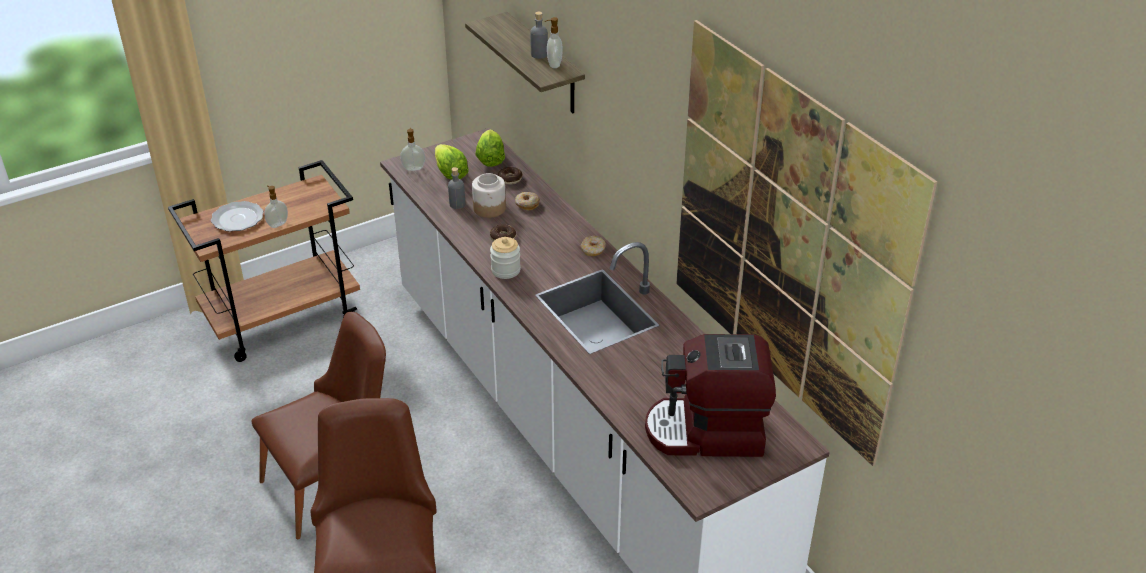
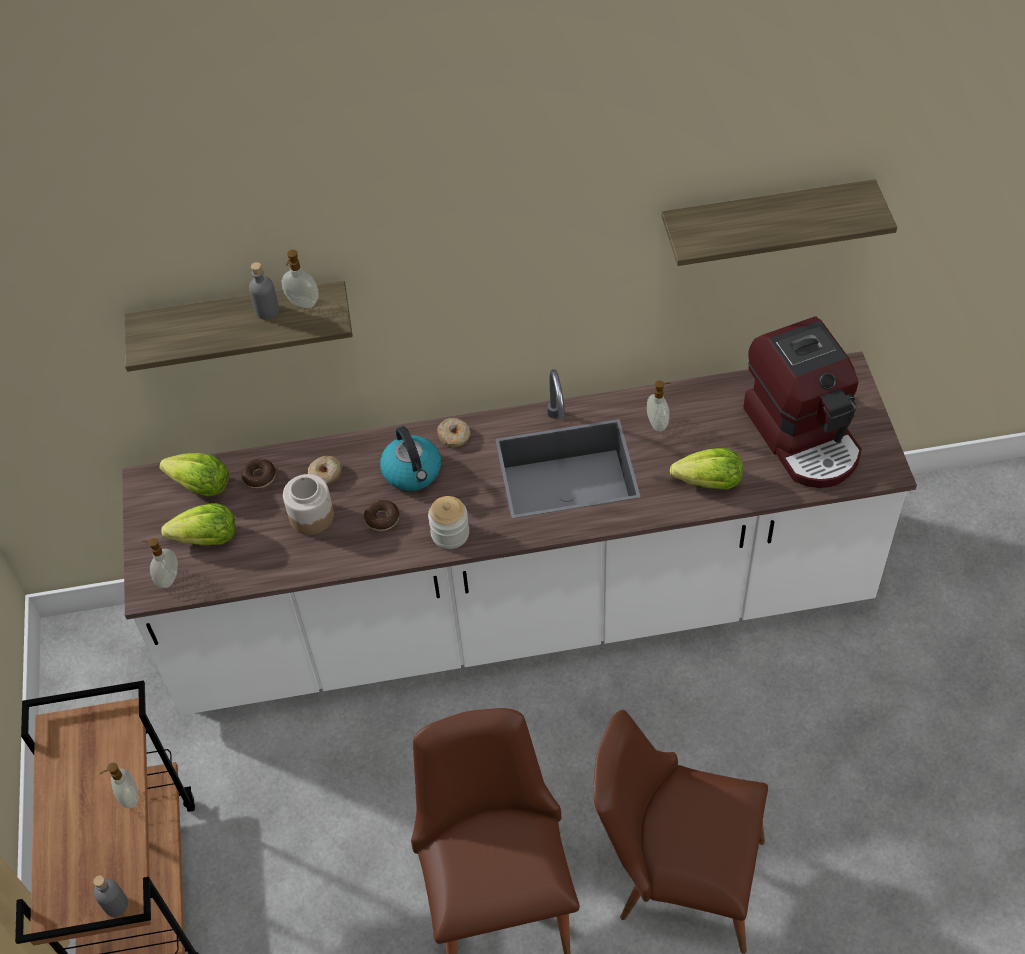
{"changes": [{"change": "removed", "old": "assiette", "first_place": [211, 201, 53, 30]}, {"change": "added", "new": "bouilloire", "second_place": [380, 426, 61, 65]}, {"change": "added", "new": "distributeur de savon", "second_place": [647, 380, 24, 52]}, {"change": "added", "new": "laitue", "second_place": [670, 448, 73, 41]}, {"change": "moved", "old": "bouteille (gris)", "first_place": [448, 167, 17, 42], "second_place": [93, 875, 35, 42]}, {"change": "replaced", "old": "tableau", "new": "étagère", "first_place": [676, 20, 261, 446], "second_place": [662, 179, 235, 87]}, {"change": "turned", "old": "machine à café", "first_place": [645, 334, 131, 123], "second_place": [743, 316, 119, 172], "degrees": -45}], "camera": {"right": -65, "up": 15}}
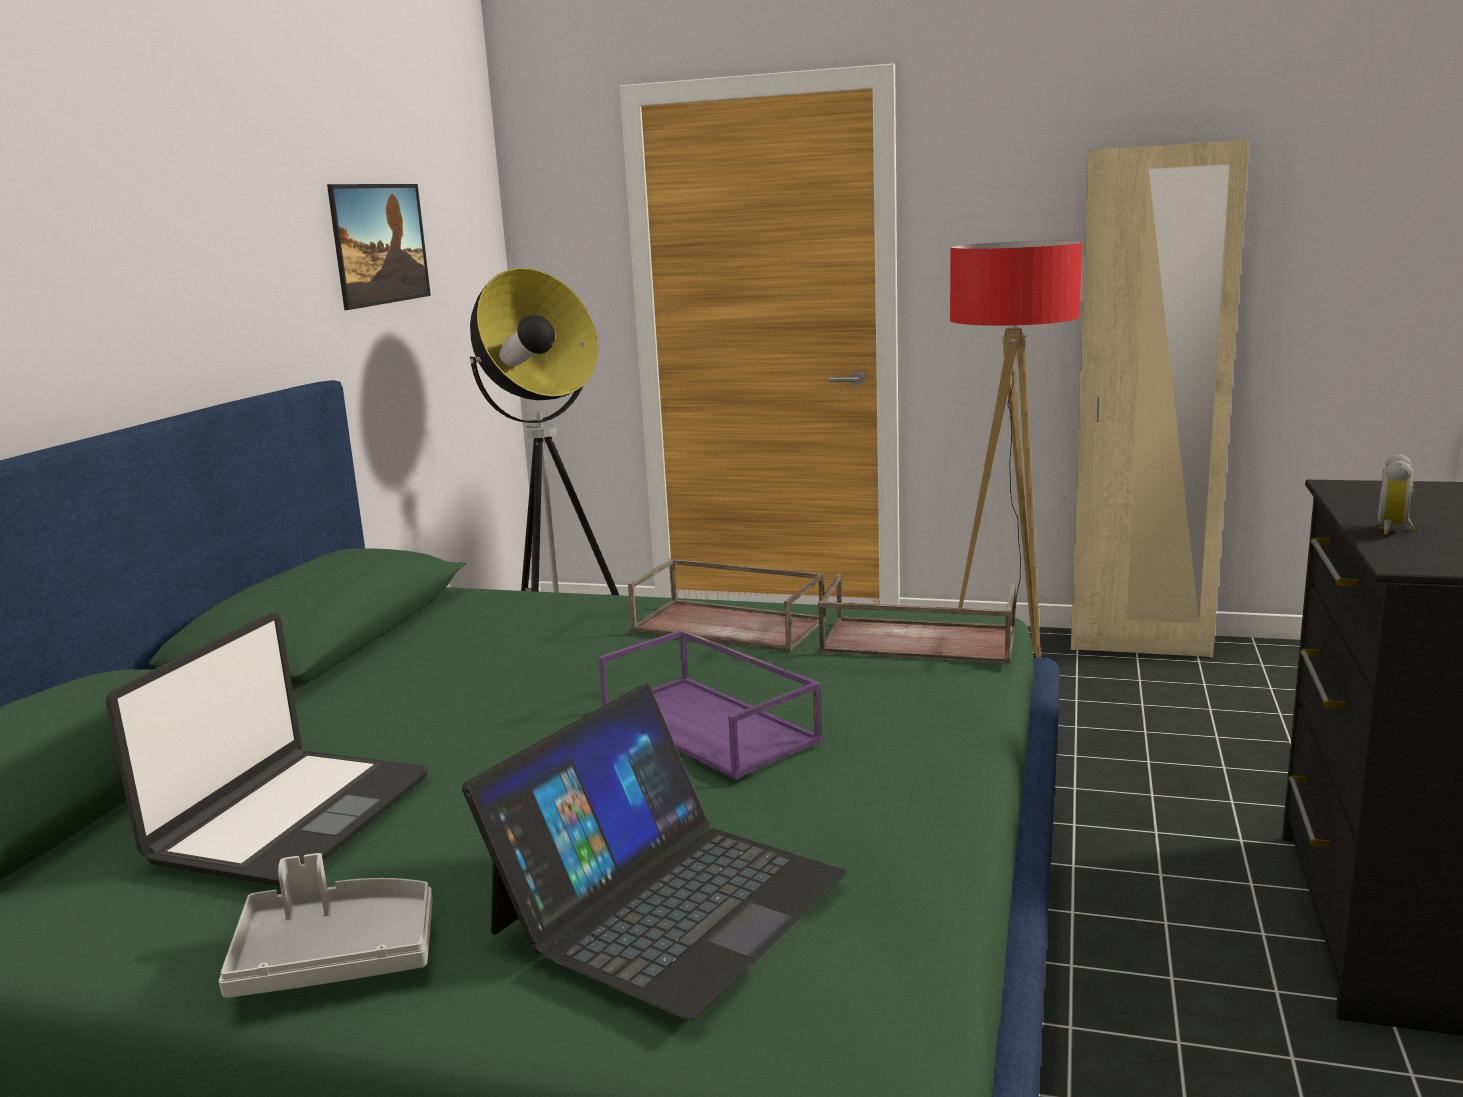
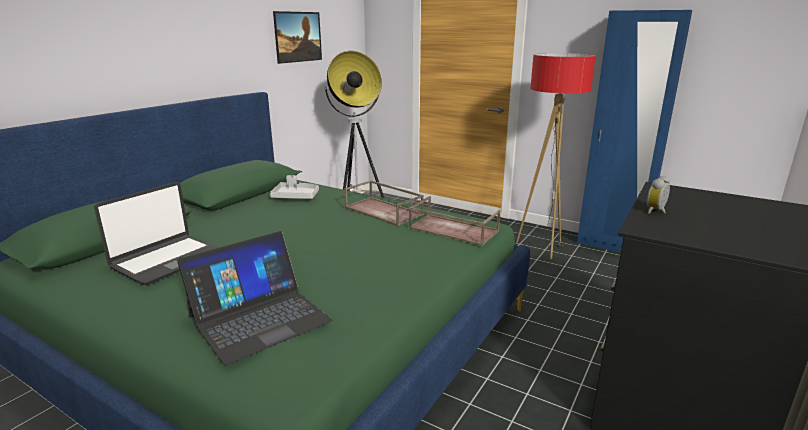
{"changes": [{"change": "removed", "old": "plateau (violet)", "first_place": [598, 629, 225, 151]}, {"change": "moved", "old": "plateau (gris)", "first_place": [219, 853, 214, 145], "second_place": [270, 175, 49, 24]}, {"change": "recoloured", "old": "armoire (beige)", "new": "armoire (bleu)", "first_place": [1071, 140, 179, 518], "second_place": [577, 10, 115, 243]}], "camera": {"right": 15, "up": 5}}
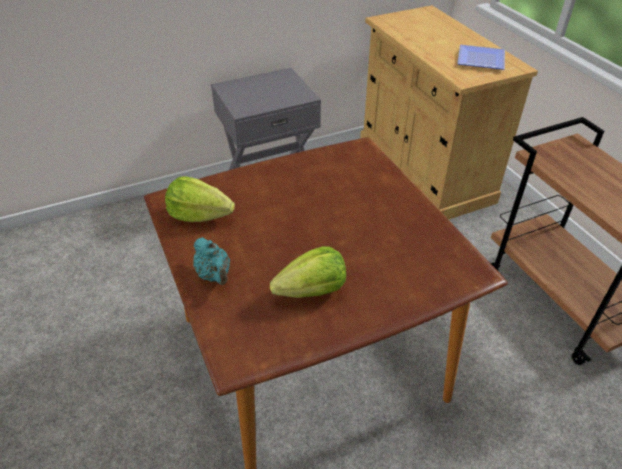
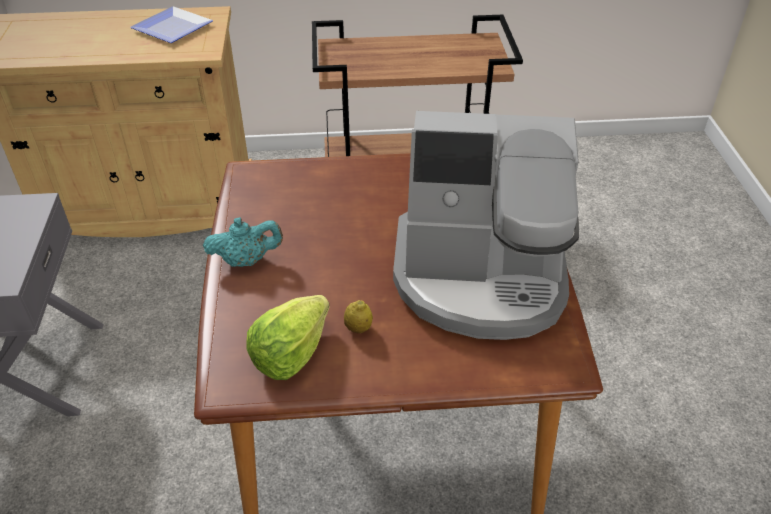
{"changes": [{"change": "added", "new": "citron", "second_place": [344, 300, 29, 33]}, {"change": "moved", "old": "théière (turquoise)", "first_place": [193, 237, 37, 48], "second_place": [203, 217, 80, 50]}, {"change": "replaced", "old": "laitue", "new": "machine à café", "first_place": [270, 246, 76, 52], "second_place": [393, 111, 186, 229]}], "camera": {"right": -70, "up": 0}}
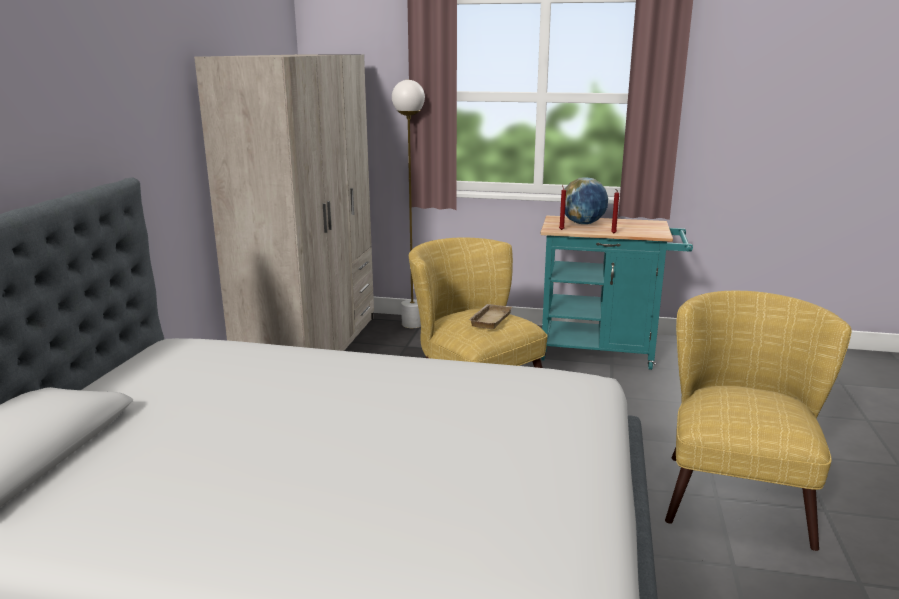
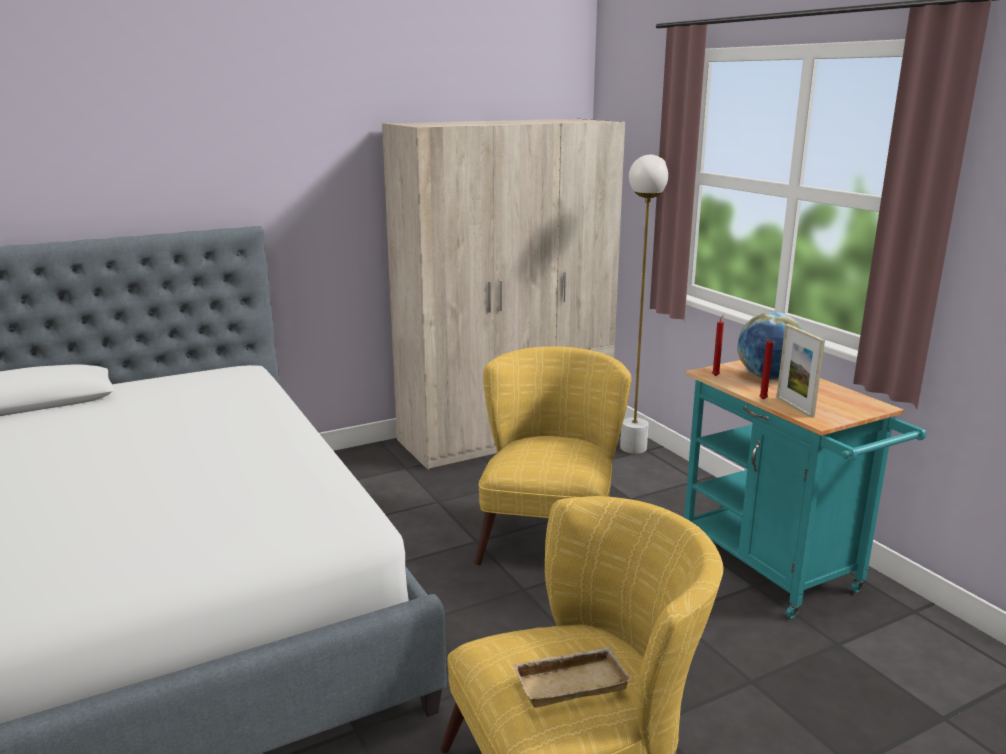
{"changes": [{"change": "added", "new": "cadre photo", "second_place": [776, 324, 49, 94]}, {"change": "moved", "old": "plateau (beige)", "first_place": [469, 304, 43, 25], "second_place": [512, 647, 120, 61]}], "camera": {"right": 50, "up": 0}}
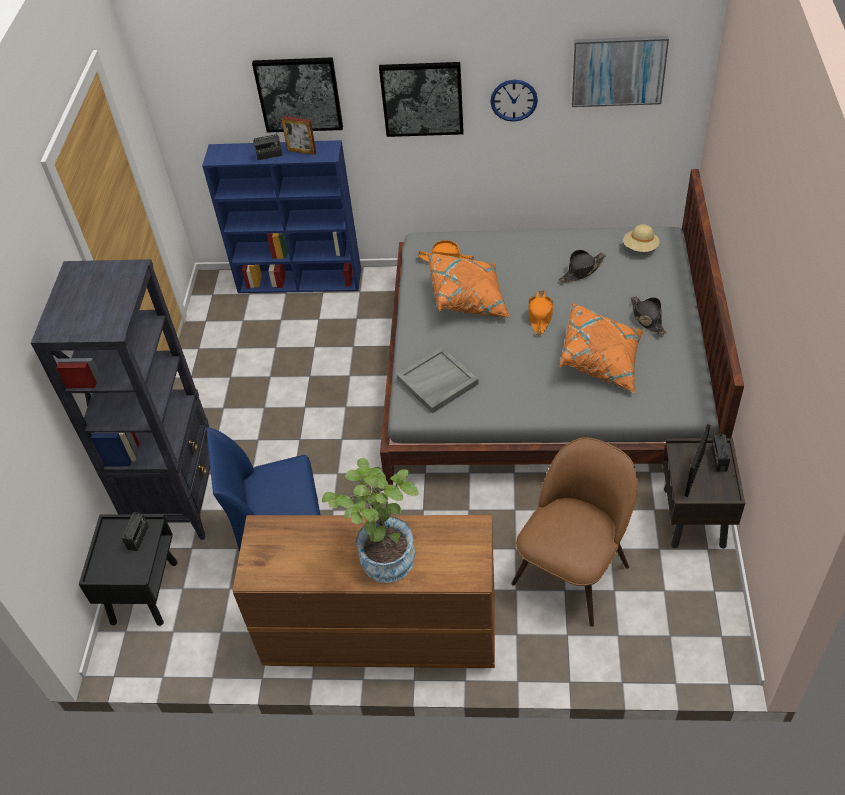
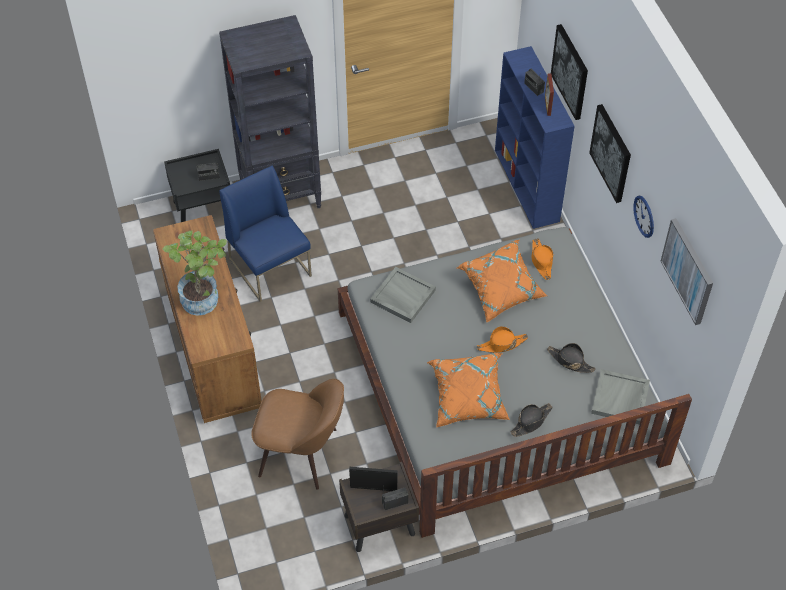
{"changes": [{"change": "replaced", "old": "chapeau (beige)", "new": "plateau (gris)", "first_place": [623, 224, 37, 28], "second_place": [591, 369, 59, 56]}], "camera": {"right": 65, "up": 5}}
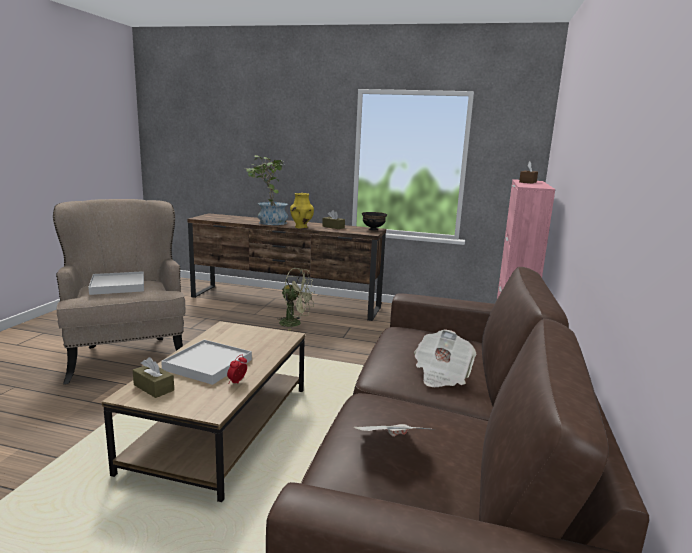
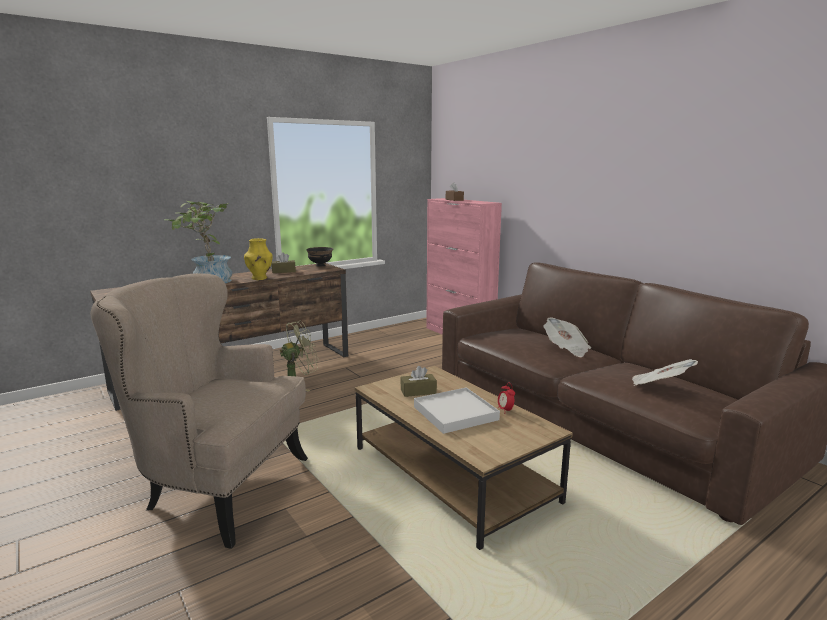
{"changes": [{"change": "removed", "old": "plateau (blanc)", "first_place": [88, 271, 56, 24]}, {"change": "moved", "old": "boîte à mouchoirs (marron)", "first_place": [133, 357, 41, 41], "second_place": [401, 366, 36, 31]}], "camera": {"right": -50, "up": 0}}
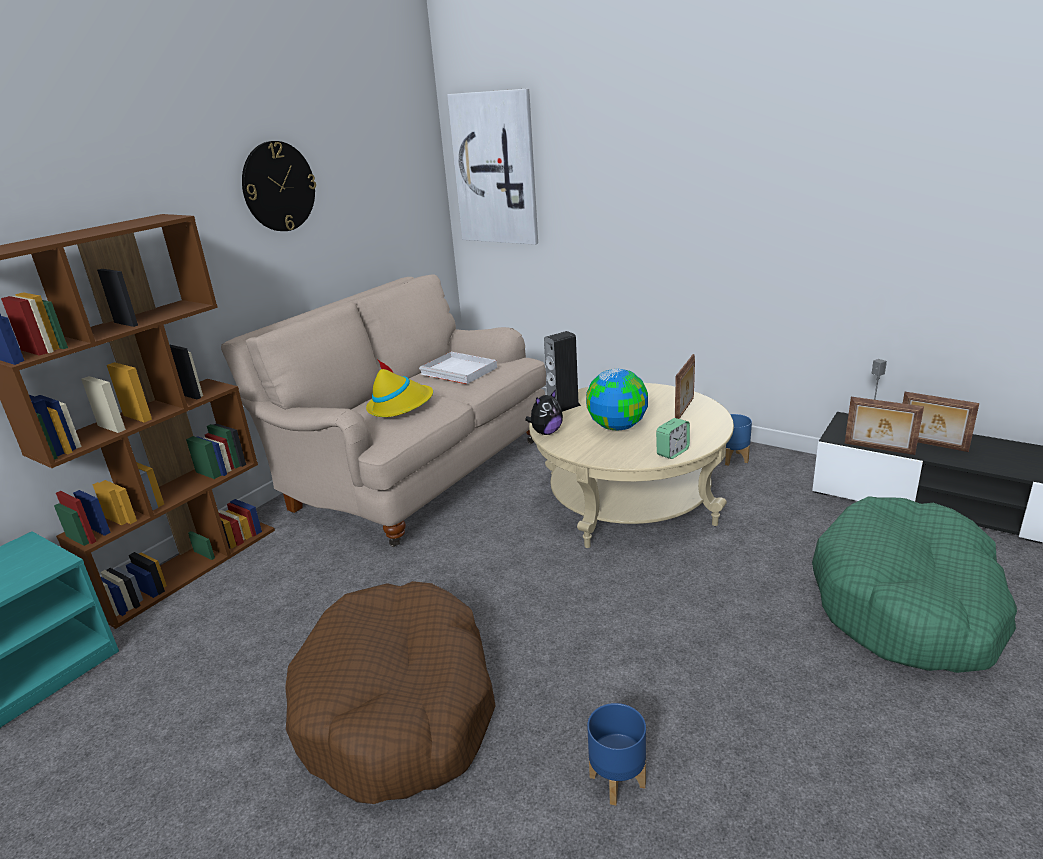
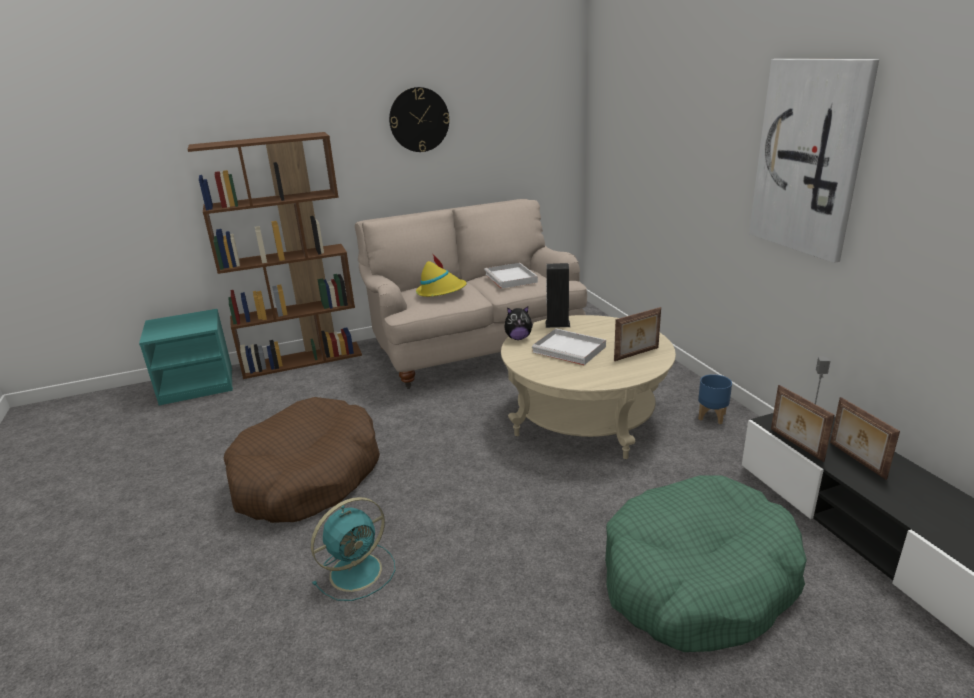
{"changes": [{"change": "removed", "old": "réveil", "first_place": [656, 418, 34, 41]}, {"change": "moved", "old": "tableau", "first_place": [447, 88, 91, 157], "second_place": [749, 59, 130, 204]}, {"change": "replaced", "old": "globe", "new": "plateau (blanc)", "first_place": [586, 369, 62, 61], "second_place": [532, 329, 74, 36]}, {"change": "replaced", "old": "cache-pot (bleu)", "new": "ventilateur (turquoise)", "first_place": [587, 703, 59, 103], "second_place": [311, 497, 84, 104]}], "camera": {"right": 35, "up": 0}}
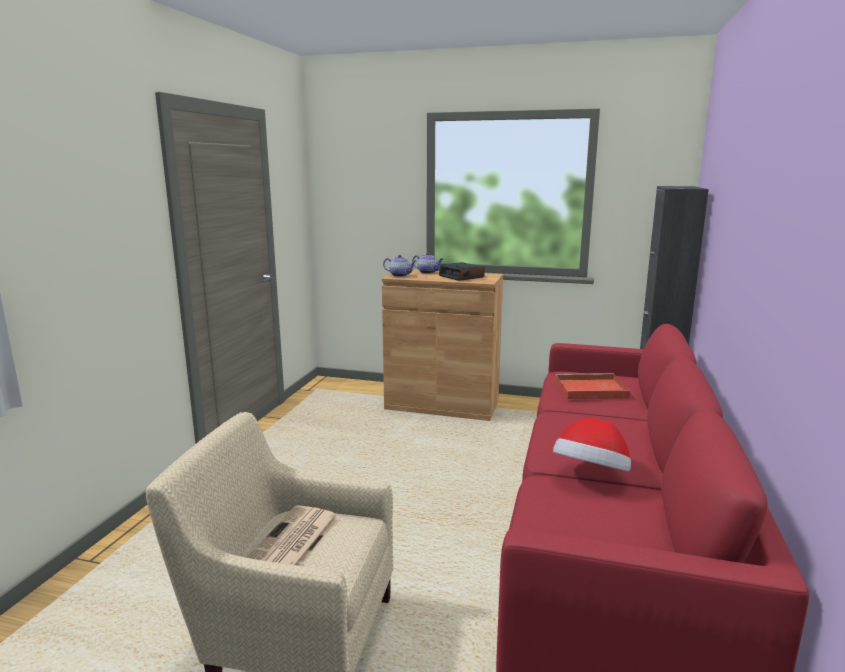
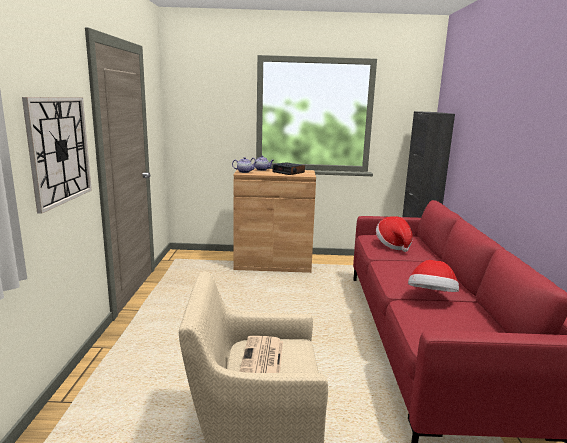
{"changes": [{"change": "added", "new": "horloge murale", "second_place": [22, 97, 70, 117]}, {"change": "replaced", "old": "plateau (rouge)", "new": "chapeau", "first_place": [555, 373, 75, 26], "second_place": [376, 216, 37, 36]}], "camera": {"right": -15, "up": 0}}
